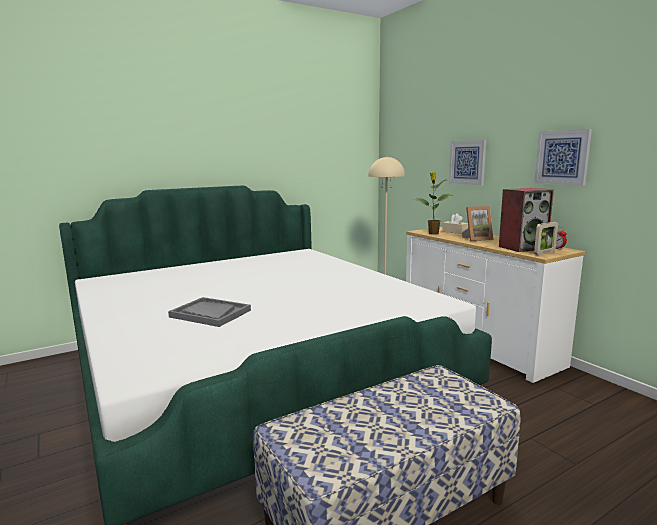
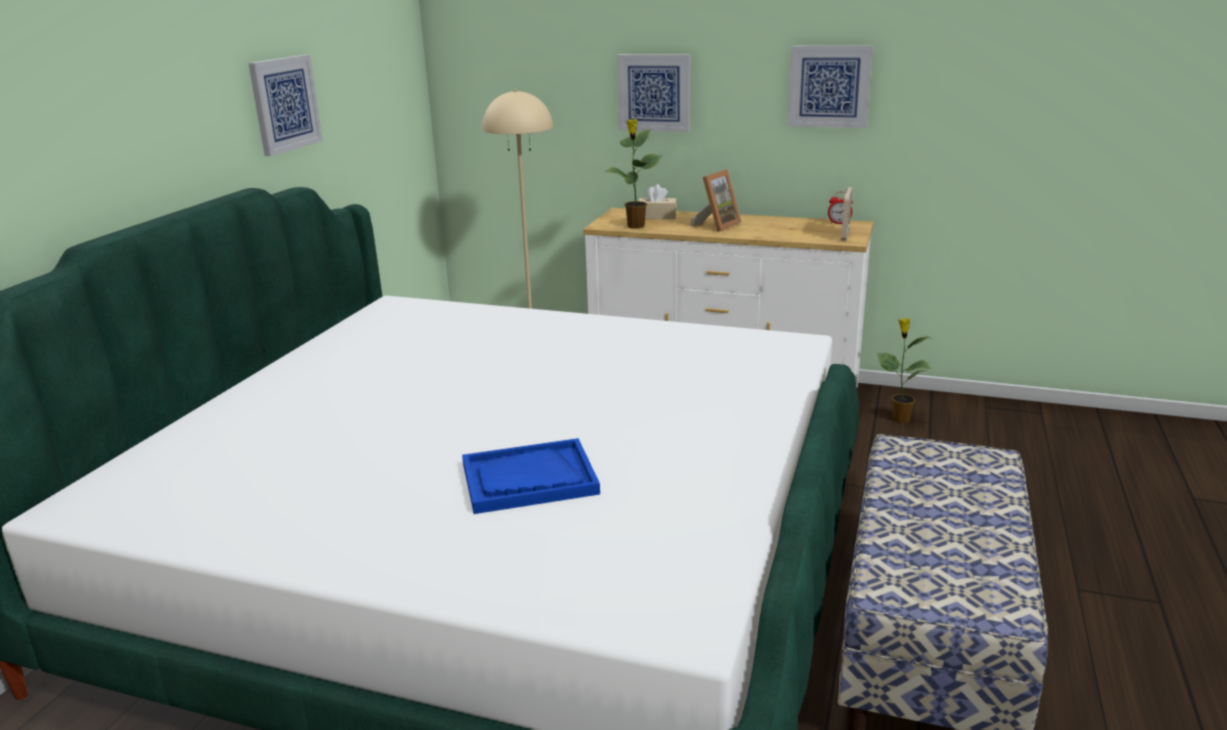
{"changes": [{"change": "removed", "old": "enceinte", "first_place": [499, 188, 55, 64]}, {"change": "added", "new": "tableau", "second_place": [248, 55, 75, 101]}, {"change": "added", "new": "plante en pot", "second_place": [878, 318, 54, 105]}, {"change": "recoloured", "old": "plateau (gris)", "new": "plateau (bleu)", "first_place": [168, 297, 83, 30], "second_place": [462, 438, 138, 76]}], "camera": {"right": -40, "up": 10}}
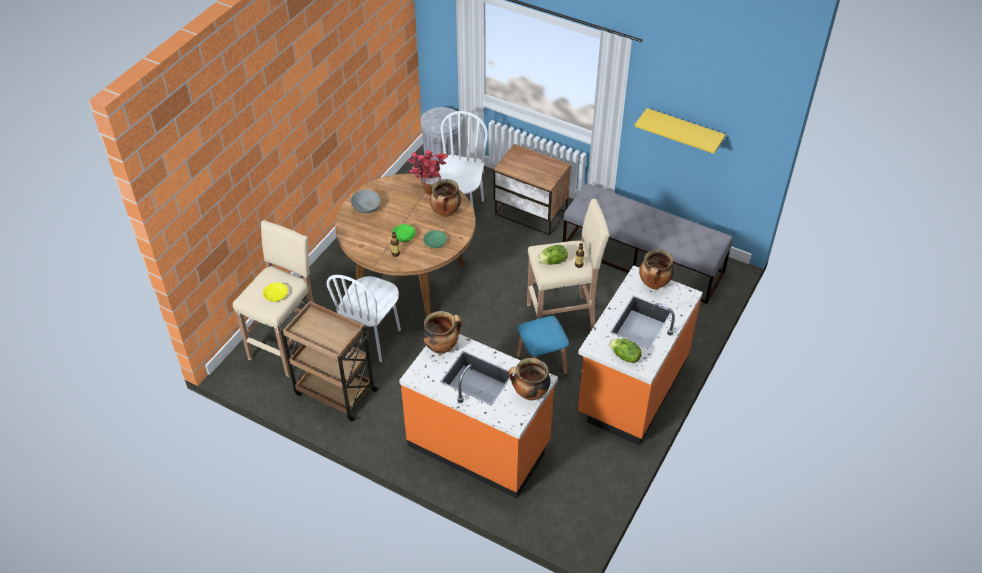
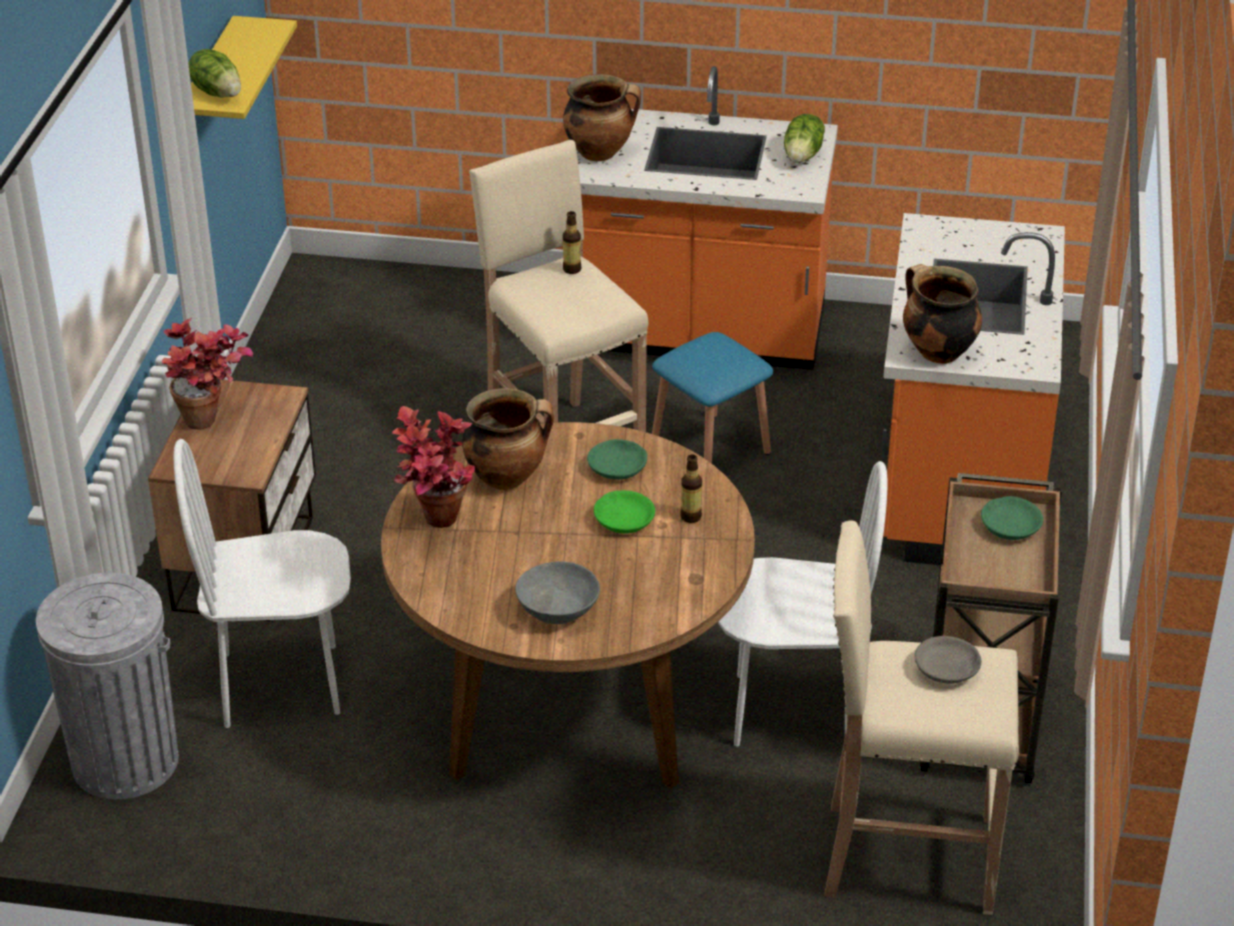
{"changes": [{"change": "removed", "old": "marmite", "first_place": [509, 358, 42, 42]}, {"change": "removed", "old": "banc (gris)", "first_place": [563, 183, 170, 121]}, {"change": "added", "new": "plante en pot", "second_place": [162, 318, 91, 112]}, {"change": "added", "new": "bol (vert)", "second_place": [981, 496, 62, 44]}, {"change": "moved", "old": "laitue", "first_place": [537, 245, 31, 20], "second_place": [189, 49, 52, 49]}, {"change": "recoloured", "old": "bol (jaune)", "new": "bol (gris)", "first_place": [263, 283, 25, 19], "second_place": [914, 636, 68, 48]}], "camera": {"right": -110, "up": -10}}
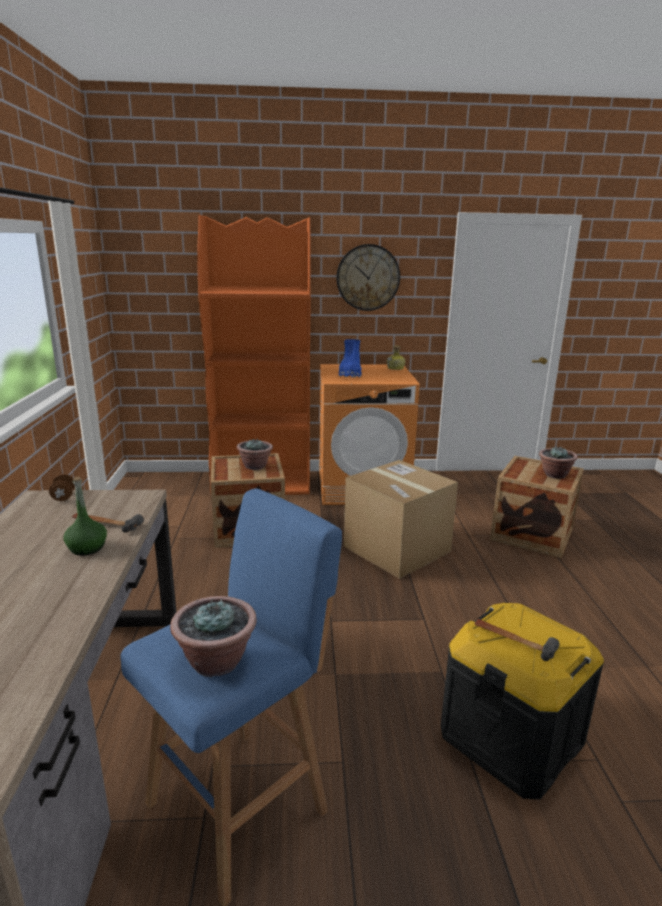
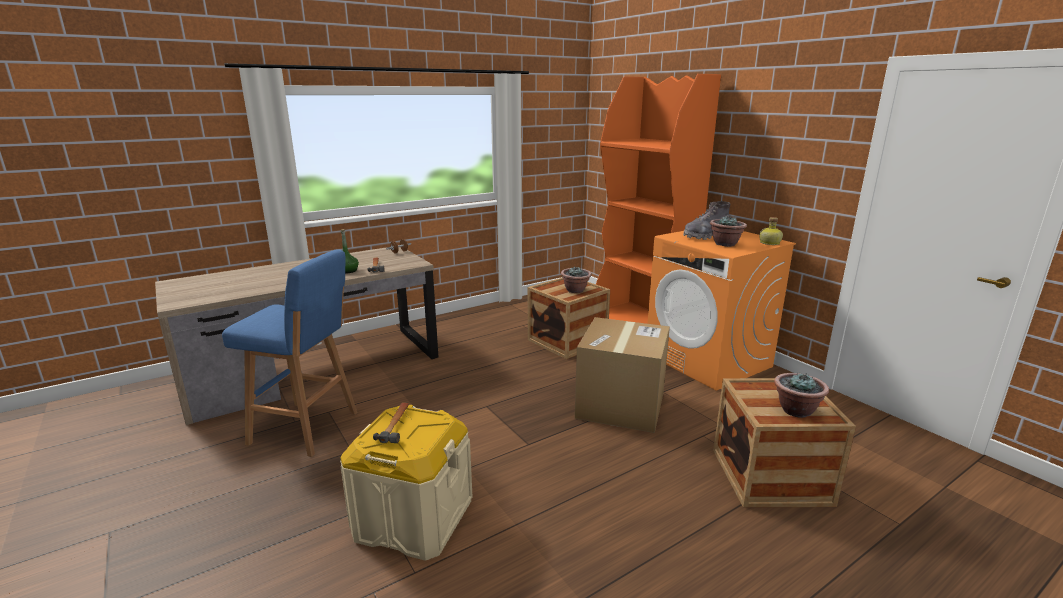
{"changes": [{"change": "removed", "old": "horloge murale", "first_place": [336, 244, 64, 67]}, {"change": "moved", "old": "plante en pot", "first_place": [170, 596, 87, 81], "second_place": [710, 216, 37, 31]}, {"change": "recoloured", "old": "botte (bleu)", "new": "botte (gris)", "first_place": [339, 339, 23, 39], "second_place": [683, 201, 48, 39]}, {"change": "recoloured", "old": "boîte de rangement (noir)", "new": "boîte de rangement (beige)", "first_place": [441, 603, 163, 196], "second_place": [340, 405, 133, 156]}], "camera": {"right": 60, "up": 0}}
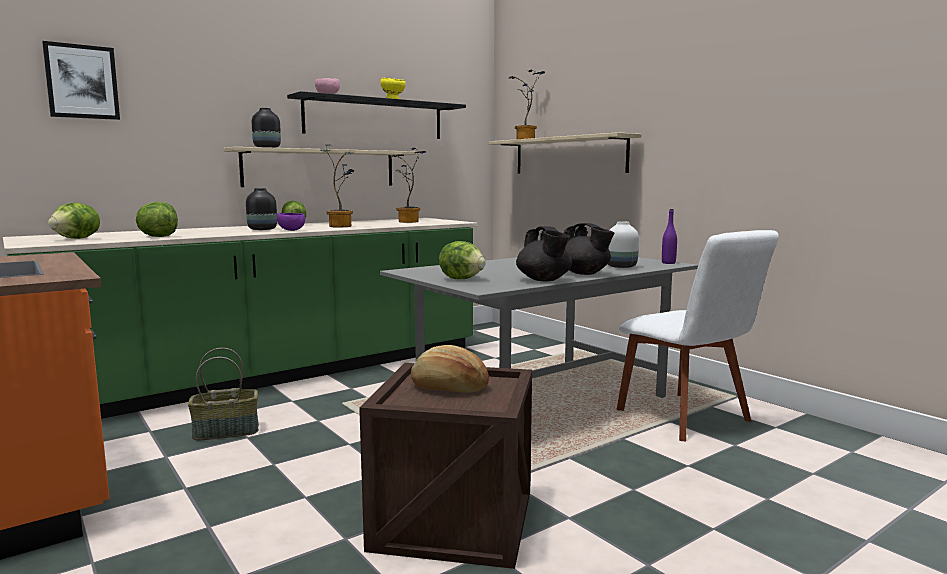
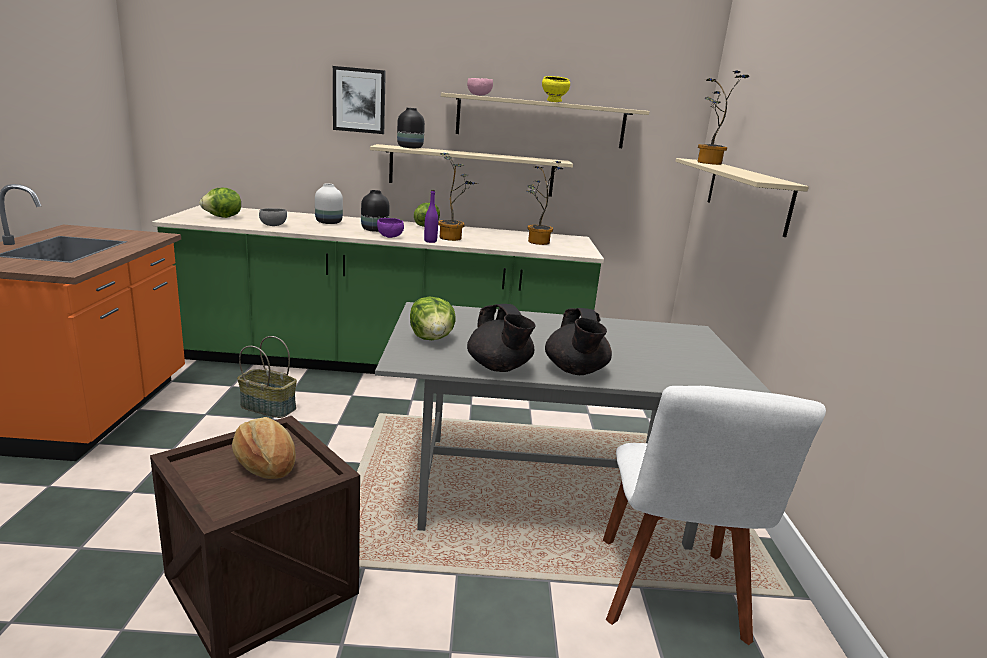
{"changes": [{"change": "moved", "old": "tableau", "first_place": [42, 41, 78, 79], "second_place": [333, 66, 53, 68]}, {"change": "moved", "old": "vase (blanc)", "first_place": [608, 222, 31, 46], "second_place": [315, 184, 28, 40]}, {"change": "moved", "old": "bouteille (violet)", "first_place": [662, 209, 15, 55], "second_place": [424, 190, 14, 53]}, {"change": "replaced", "old": "laitue", "new": "bol (gris)", "first_place": [136, 202, 42, 35], "second_place": [259, 208, 28, 18]}, {"change": "recoloured", "old": "étagère (noir)", "new": "étagère (beige)", "first_place": [287, 91, 179, 48], "second_place": [441, 93, 209, 55]}, {"change": "turned", "old": "théière (noir)", "first_place": [516, 226, 56, 55], "second_place": [467, 304, 69, 68], "degrees": -45}], "camera": {"right": 35, "up": 10}}
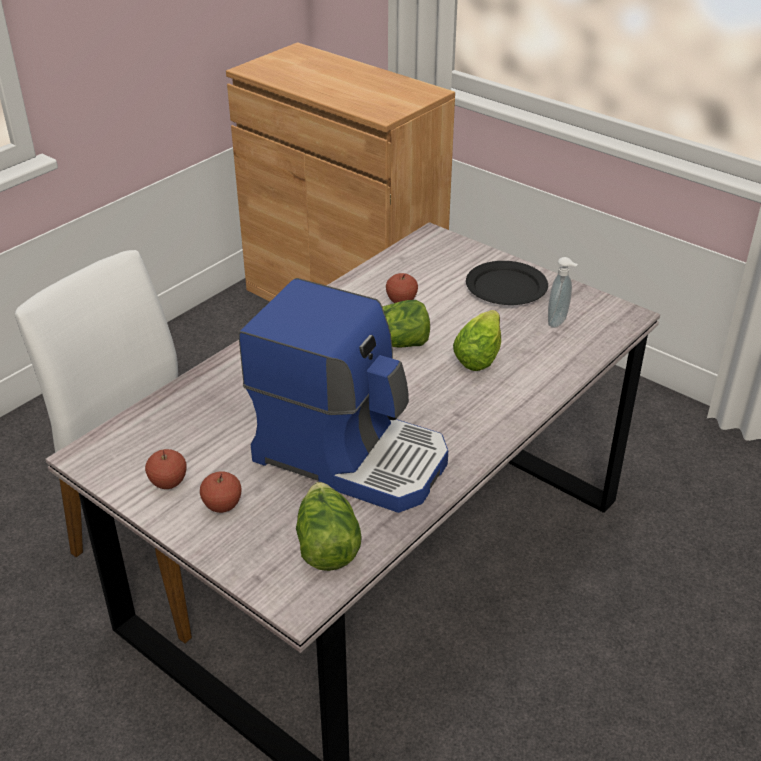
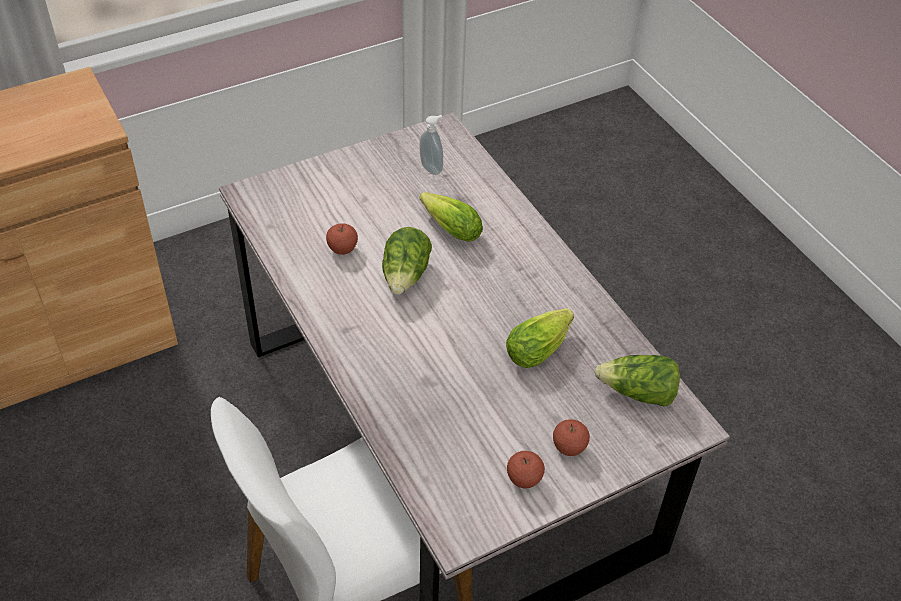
{"changes": [{"change": "removed", "old": "assiette (noir)", "first_place": [466, 261, 82, 44]}, {"change": "replaced", "old": "machine à café", "new": "laitue", "first_place": [239, 278, 209, 235], "second_place": [506, 308, 68, 60]}], "camera": {"right": -70, "up": 10}}
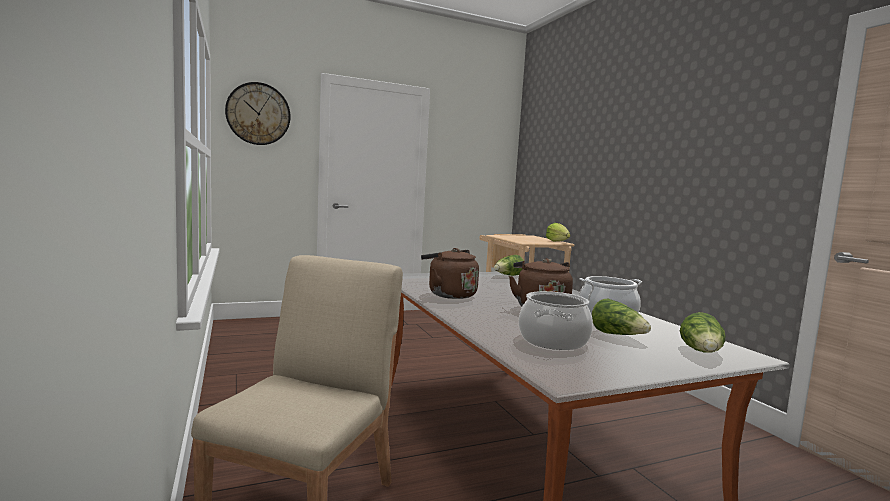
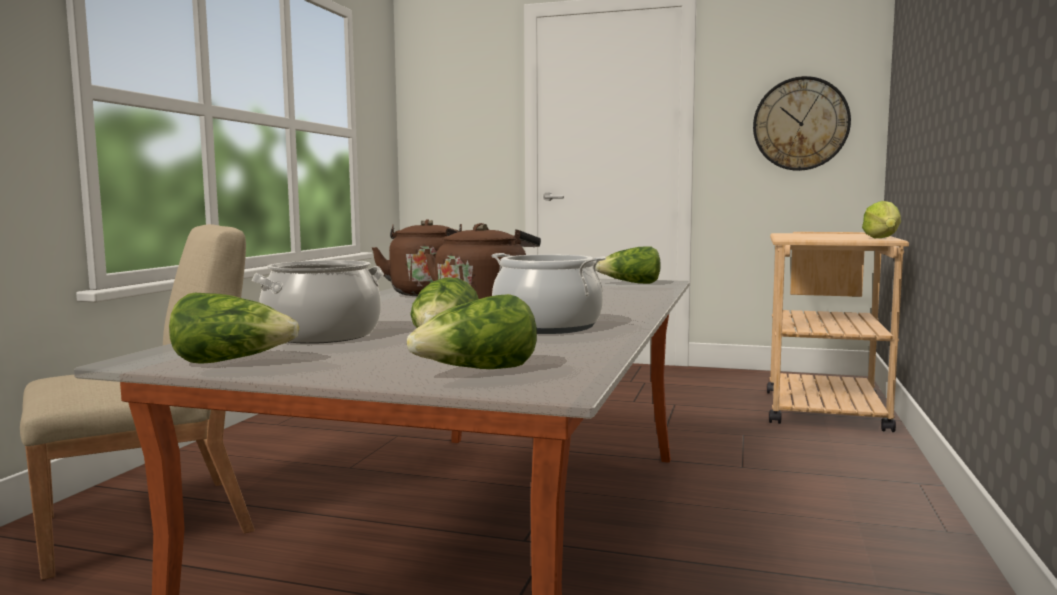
{"changes": [{"change": "added", "new": "laitue", "second_place": [169, 293, 130, 71]}, {"change": "moved", "old": "horloge murale", "first_place": [225, 82, 65, 63], "second_place": [753, 76, 98, 95]}], "camera": {"right": 40, "up": 0}}
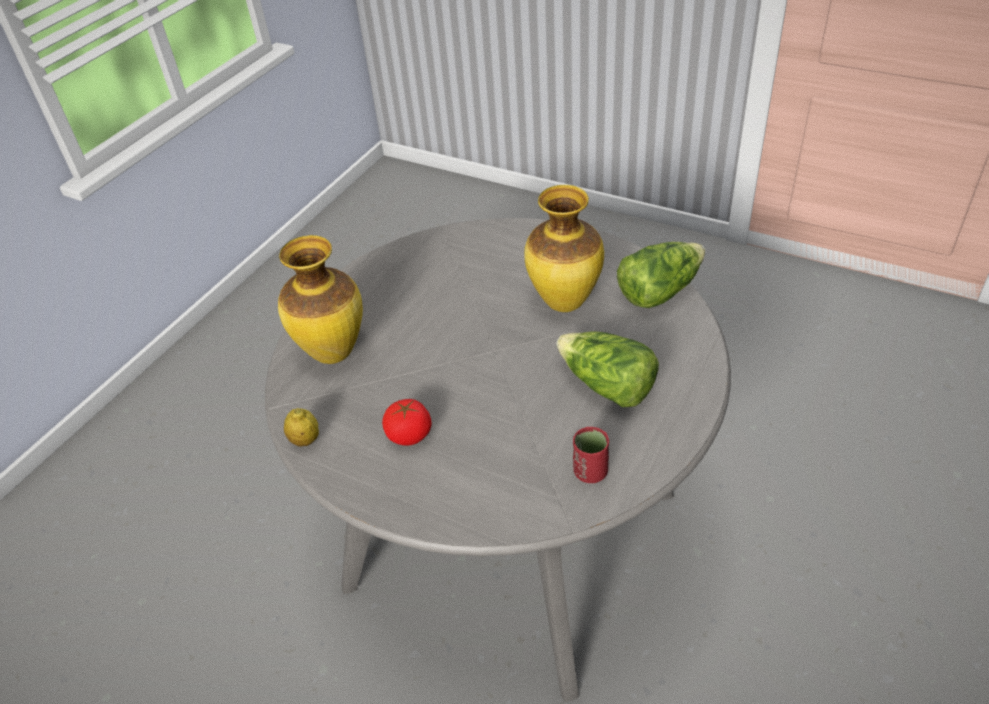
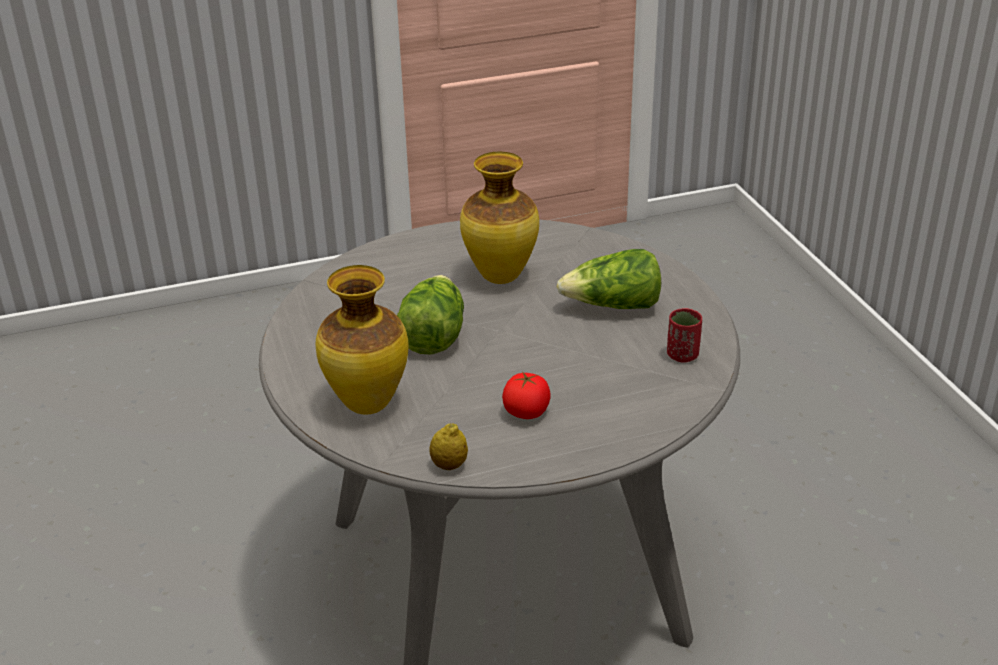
{"changes": [{"change": "moved", "old": "laitue", "first_place": [617, 242, 88, 66], "second_place": [397, 275, 67, 79]}], "camera": {"right": -50, "up": -10}}
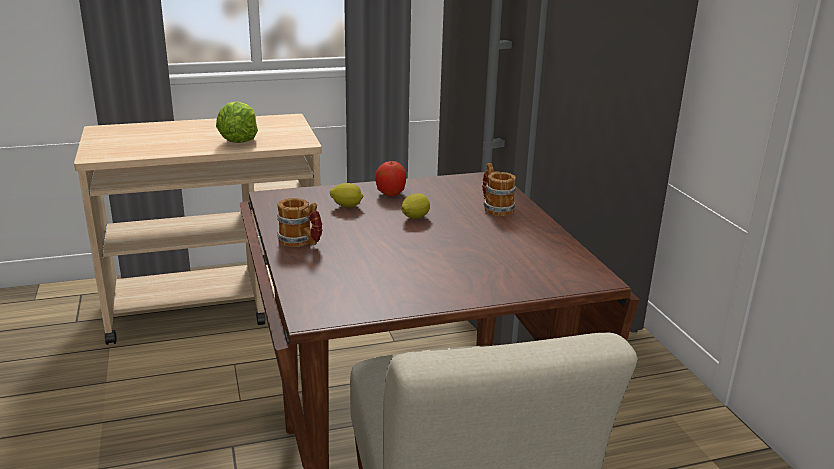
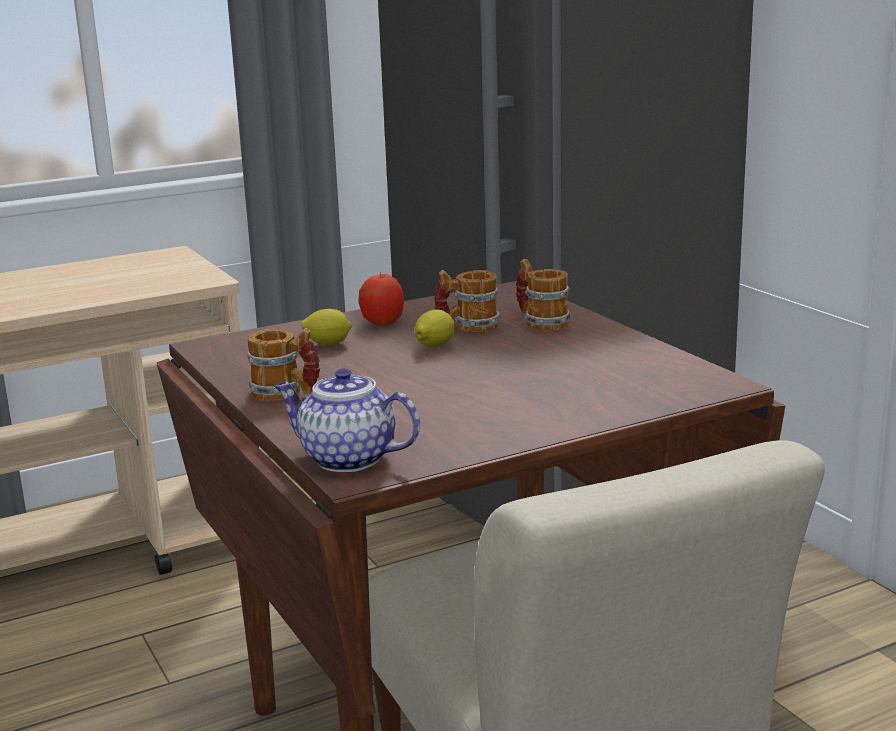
{"changes": [{"change": "removed", "old": "laitue", "first_place": [216, 101, 42, 42]}, {"change": "added", "new": "théière", "second_place": [274, 368, 146, 104]}, {"change": "added", "new": "mug", "second_place": [434, 270, 66, 62]}], "camera": {"right": -10, "up": -5}}
